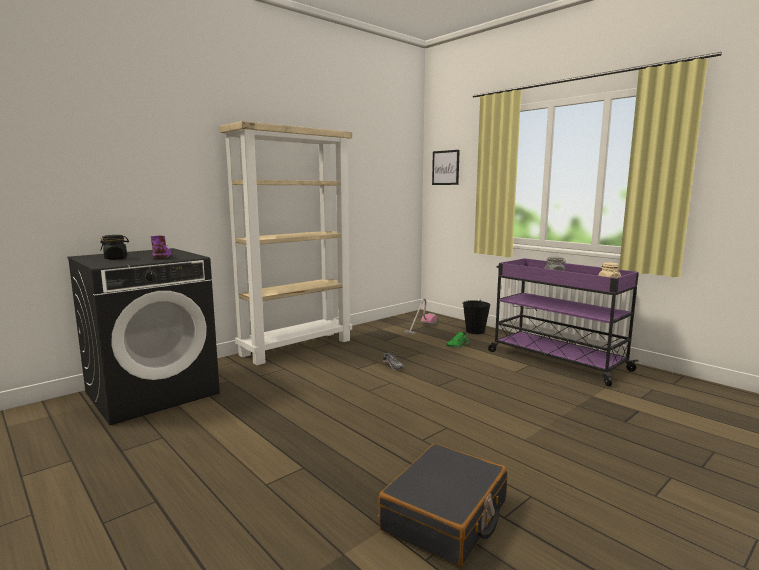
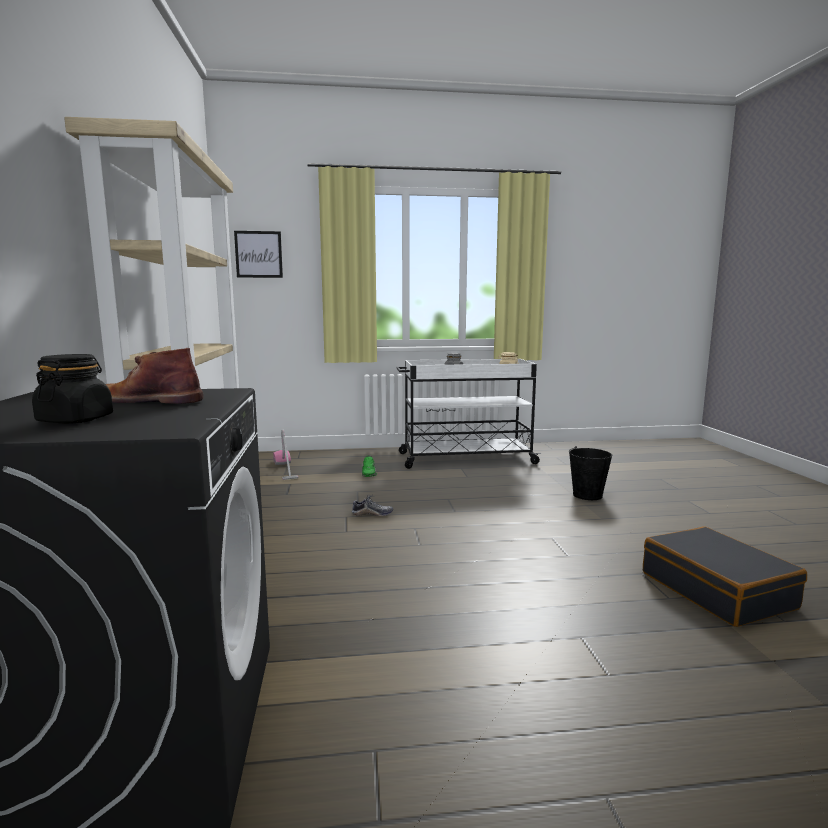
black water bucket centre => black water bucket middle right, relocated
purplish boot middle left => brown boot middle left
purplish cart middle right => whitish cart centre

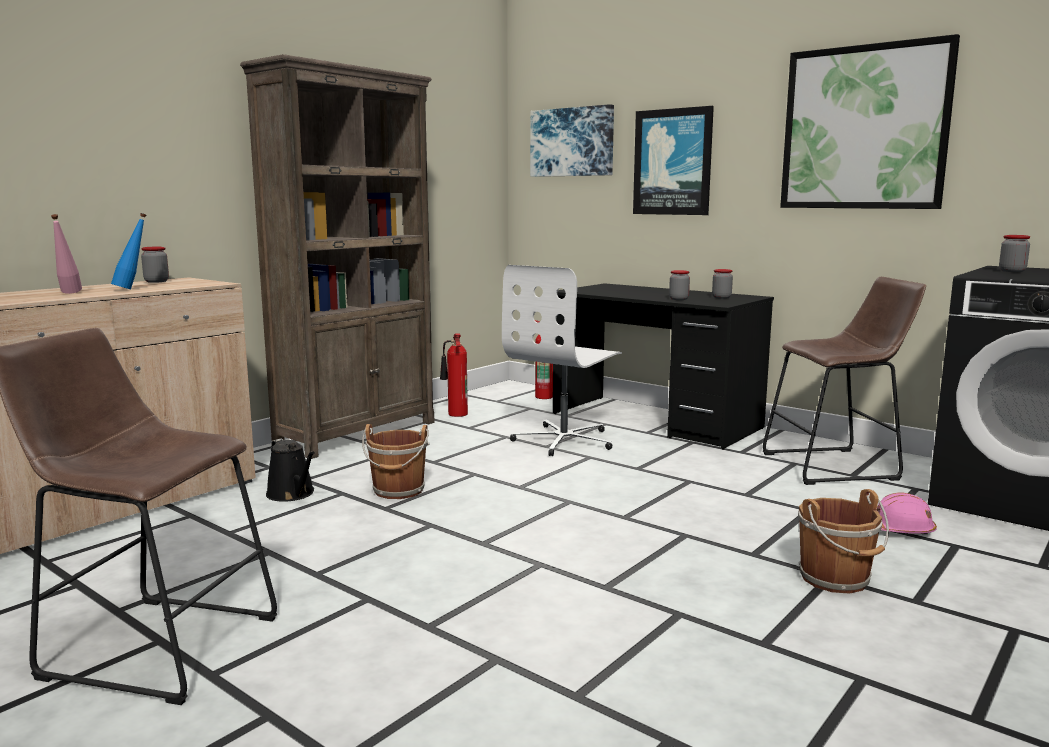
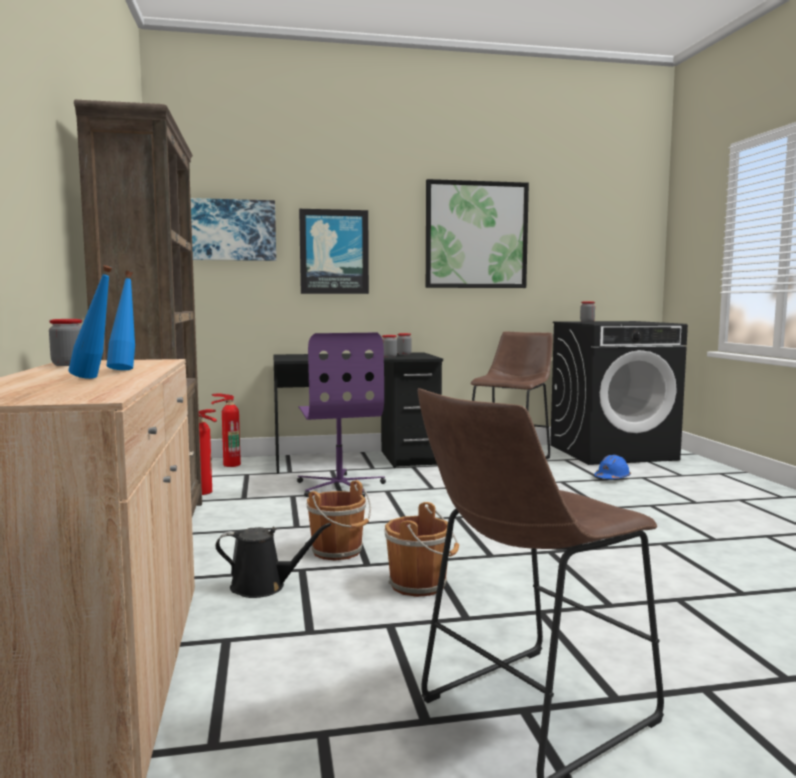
brown water bucket (no. 2 from left) bottom right => brown water bucket (no. 2 from left) bottom centre, relocated
pinkish drink bottle middle left => blue-coloured drink bottle (no. 1 from left) middle left
whitish office chair centre => purplish office chair centre
pinkish safety helmet bottom right => blue-coloured safety helmet middle right

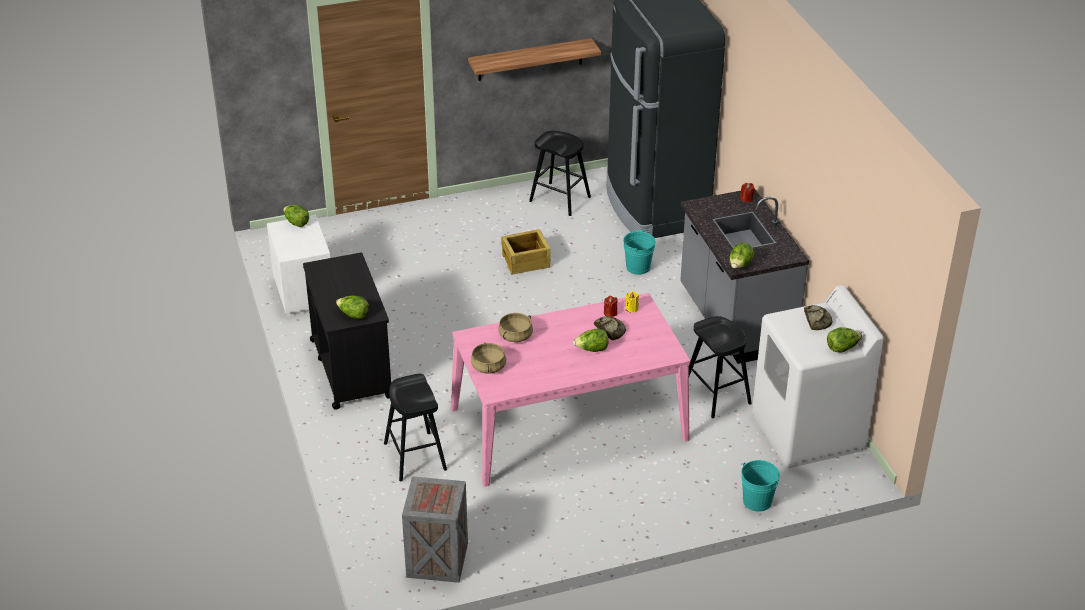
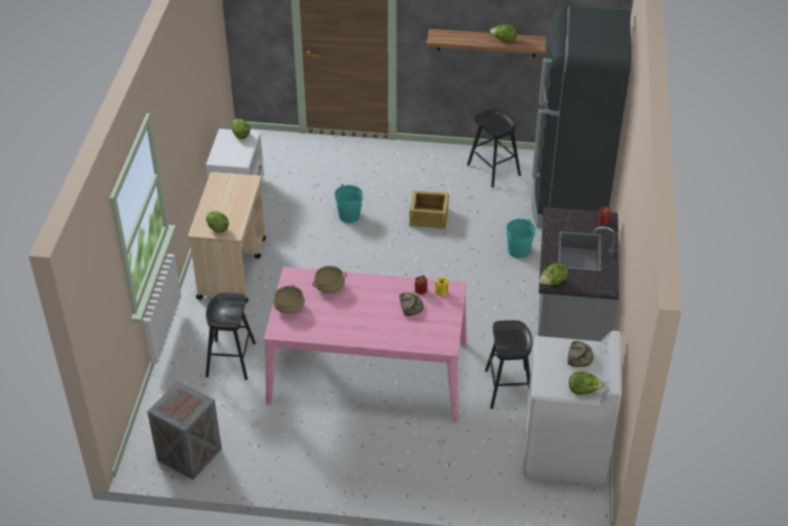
lettuce head (no. 3 from left) centre => lettuce head (no. 3 from left) top centre, relocated
turquoise water bucket (no. 2 from left in the first image) bottom right => turquoise water bucket (no. 1 from left) centre, relocated
black cart middle left => beige cart middle left

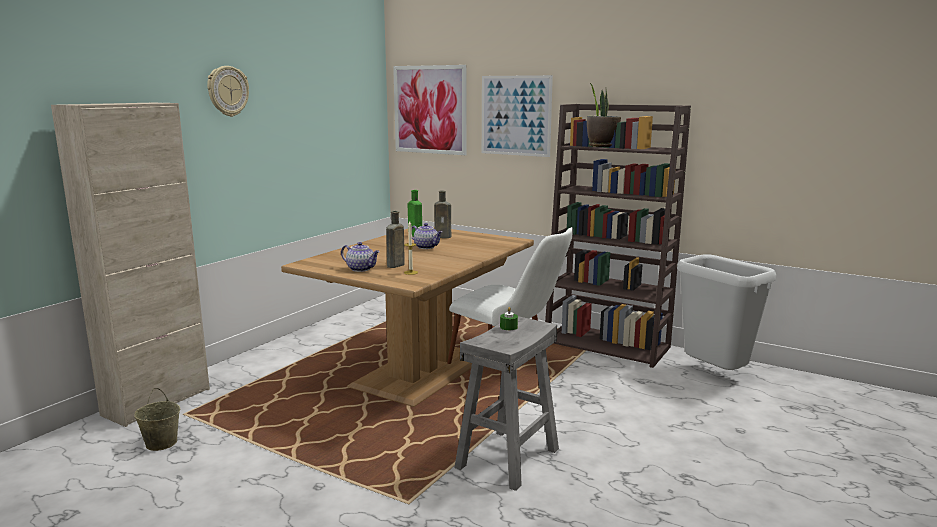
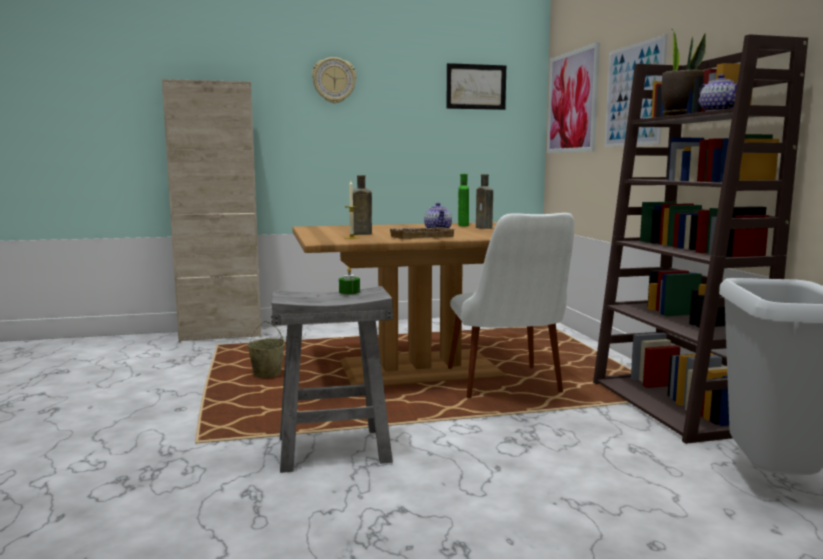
nothing => beige carrying tray centre
nothing => wall picture (no. 1 from left) top centre
beige water bucket bottom left => beige water bucket middle left, relocated
tea pot (no. 1 from left in the first image) centre => tea pot (no. 2 from left) top right, relocated

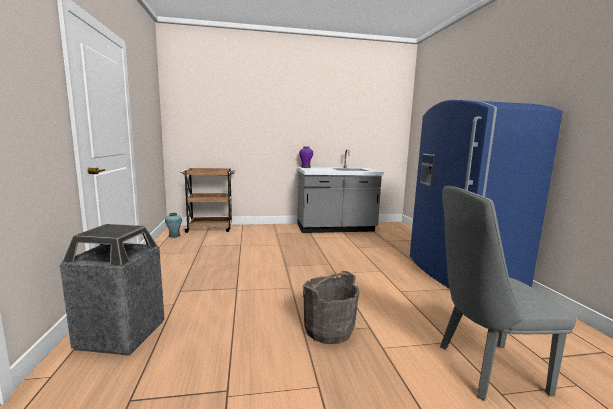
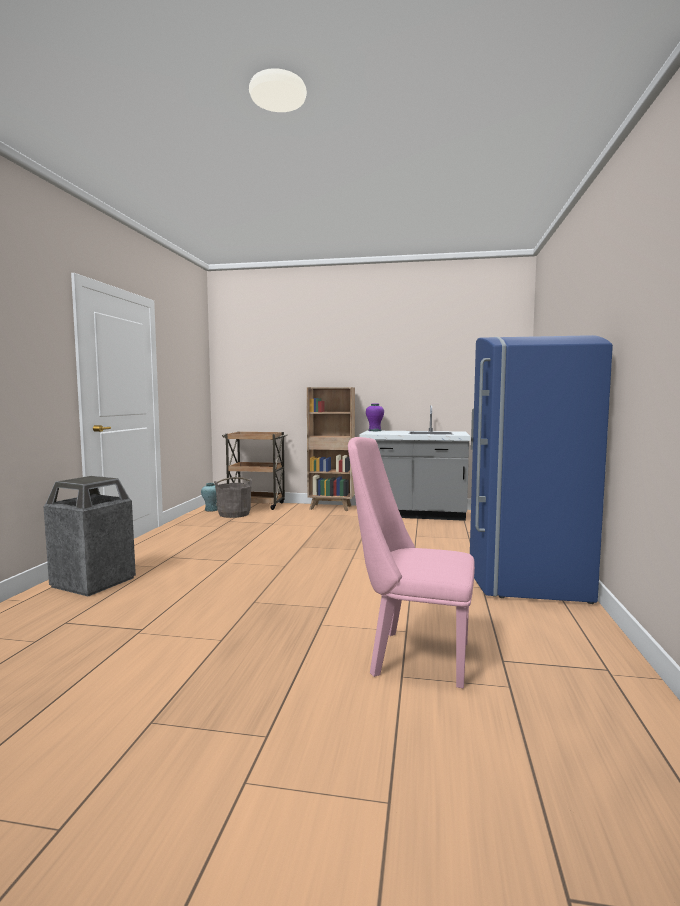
nothing => brown bookshelf centre
greyish water bucket bottom centre => greyish water bucket centre, relocated
greyish upright chair bottom right => pinkish upright chair centre

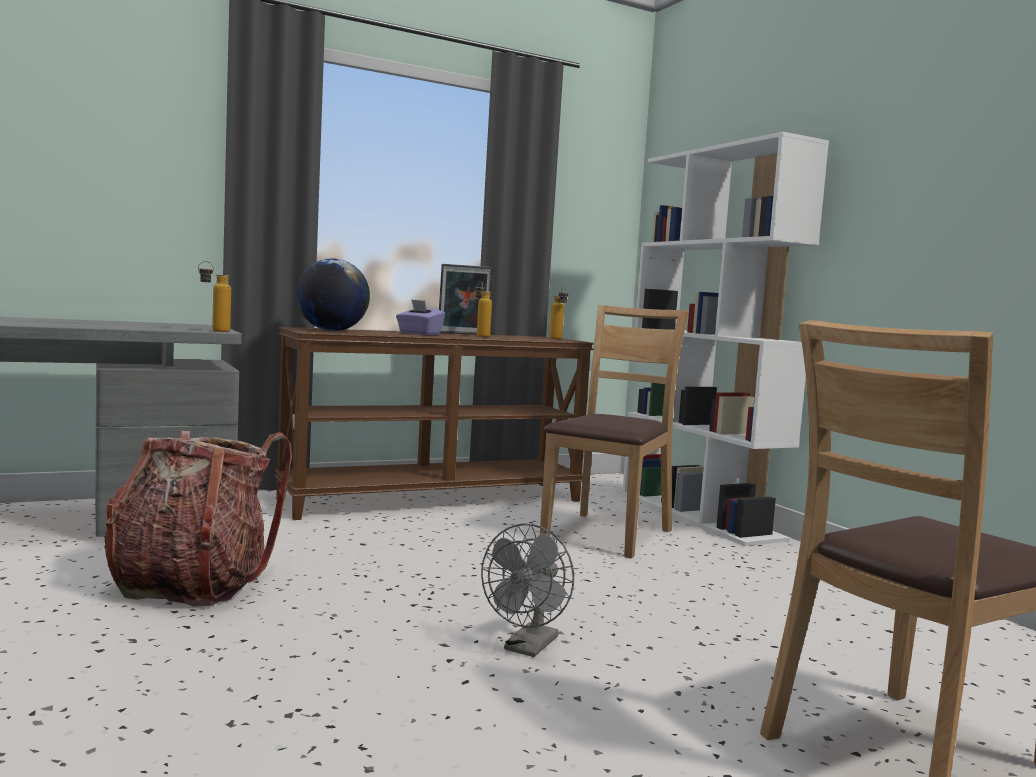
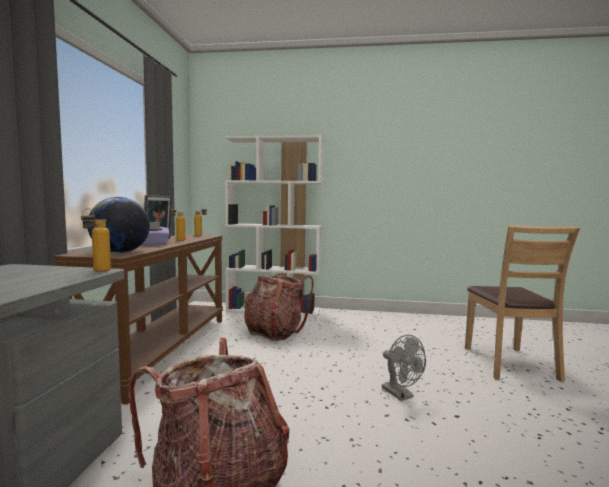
brown upright chair (no. 1 from left) centre => backpack (no. 2 from left) centre

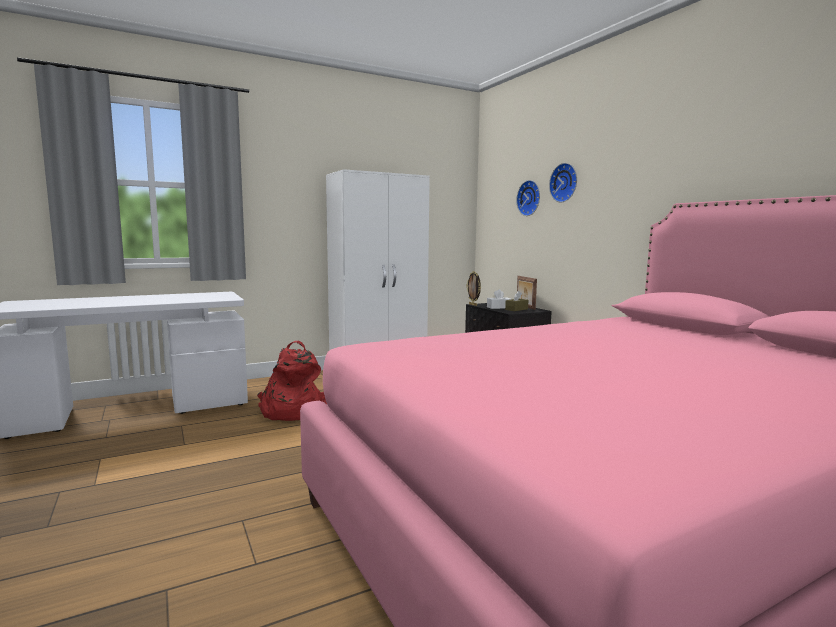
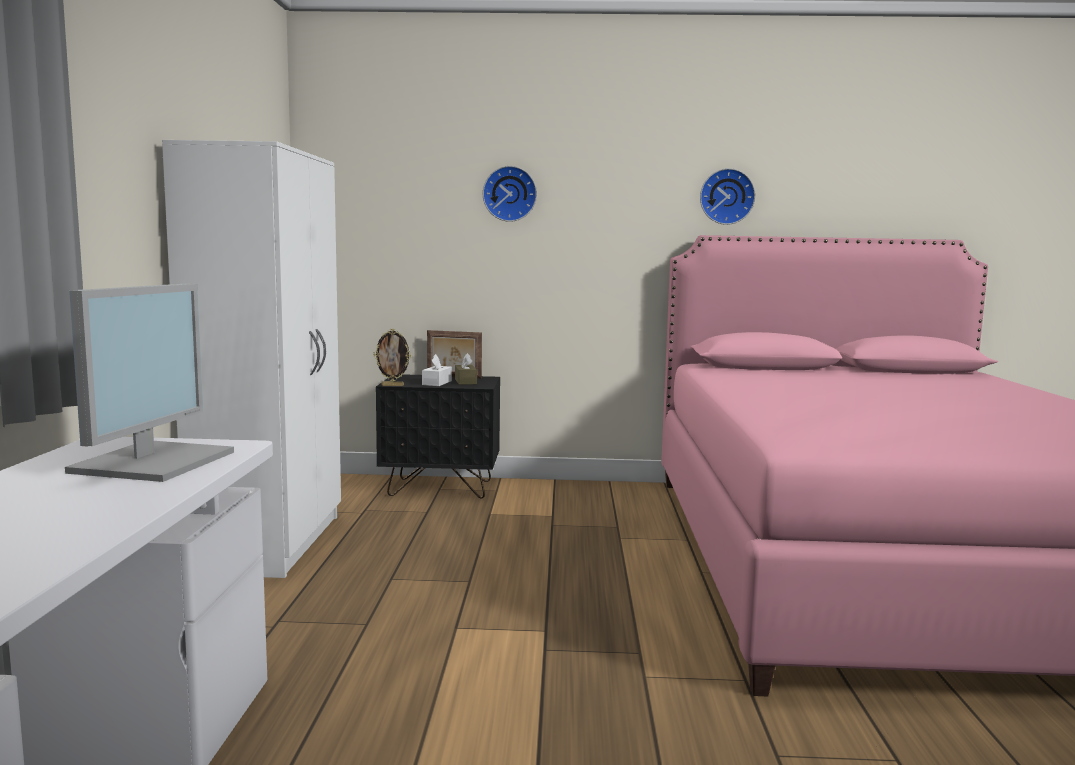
red backpack centre => nothing
nothing => monitor middle left
wall clock (no. 1 from left in the first image) top centre => wall clock (no. 2 from left) top right, relocated

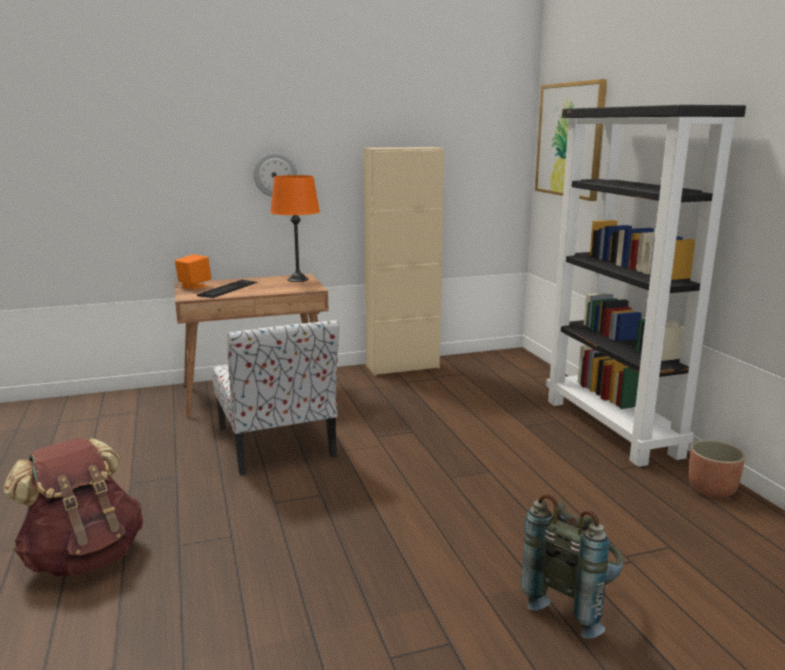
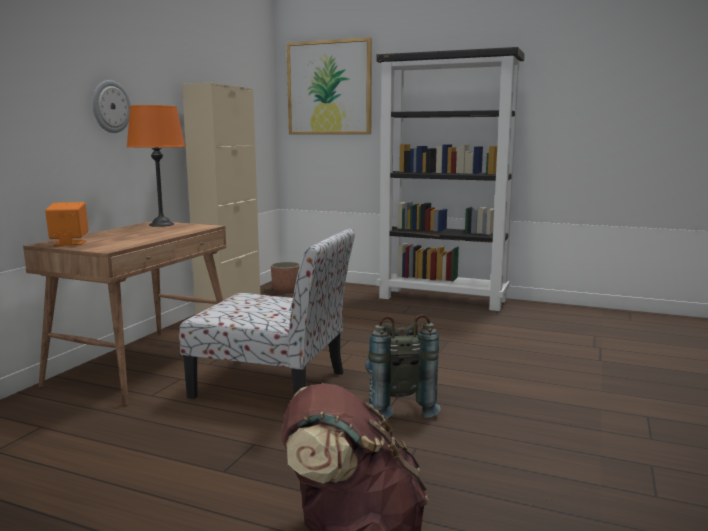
computer keyboard middle left => nothing
greyish backpack bottom right => greyish backpack bottom centre, relocated
flower pot bottom right => flower pot centre, relocated

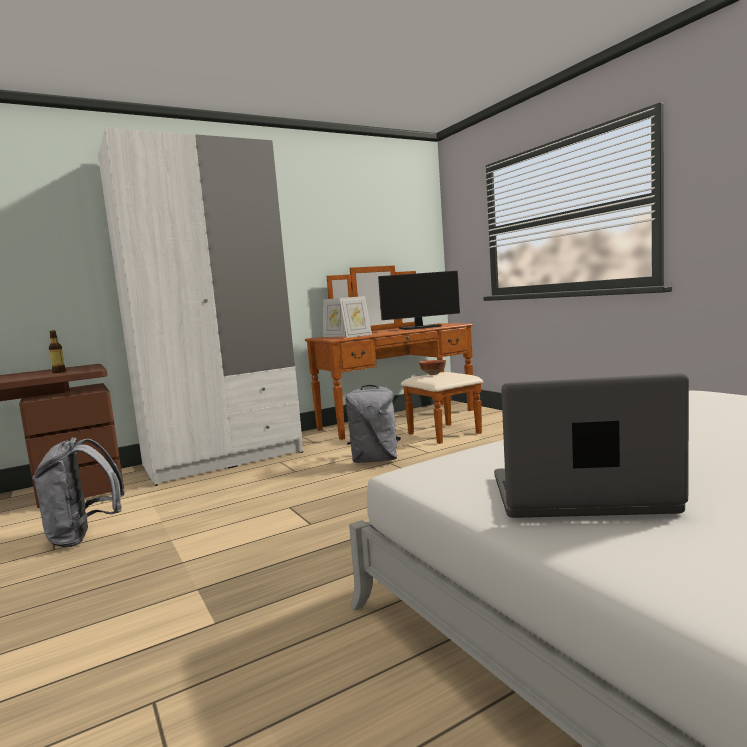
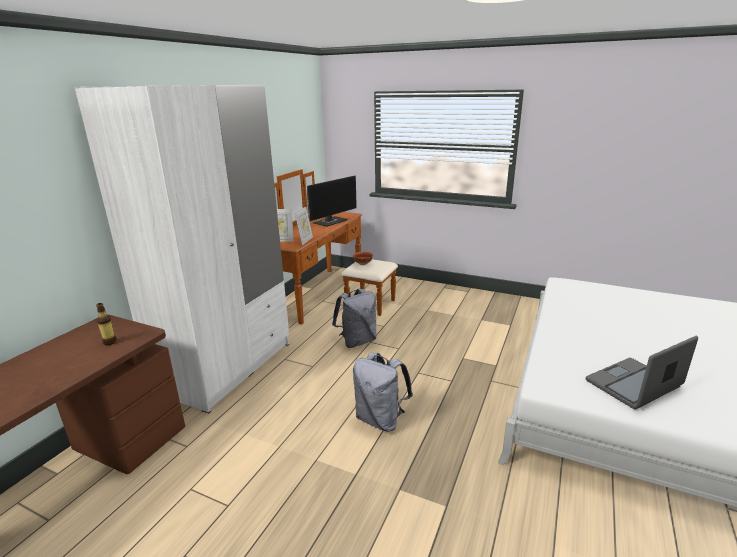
greyish backpack (no. 1 from left in the first image) middle left => greyish backpack (no. 2 from left) bottom centre, relocated

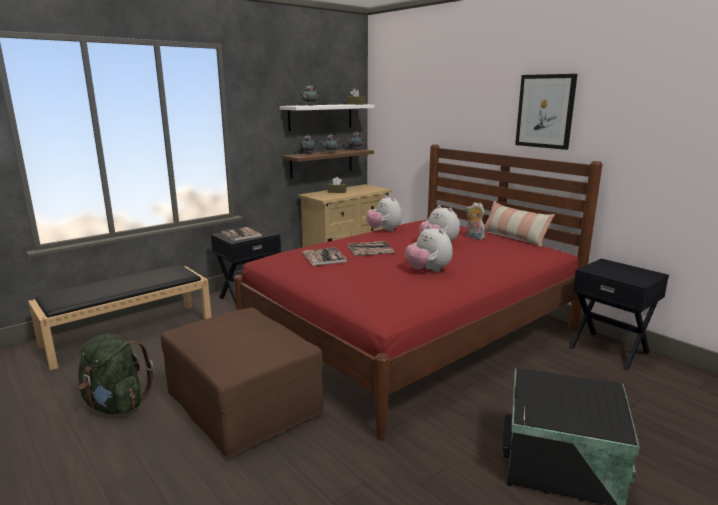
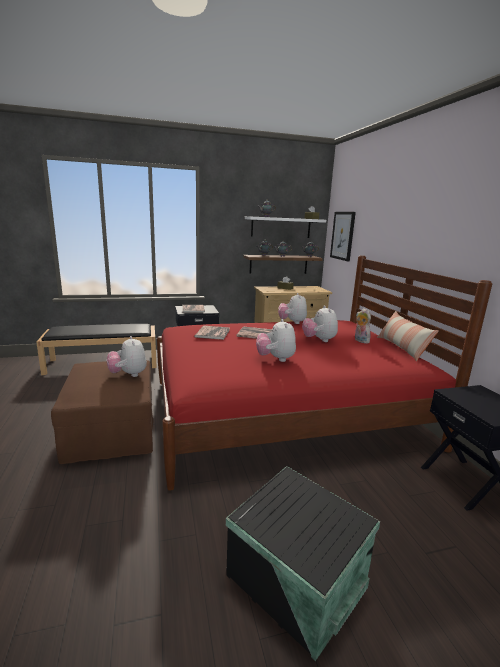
greenish backpack bottom left => nothing
nothing => soft toy (no. 1 from left) middle left
wall picture top right => wall picture middle right, relocated

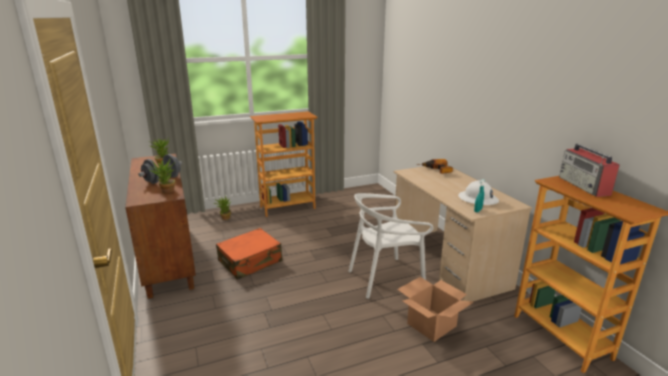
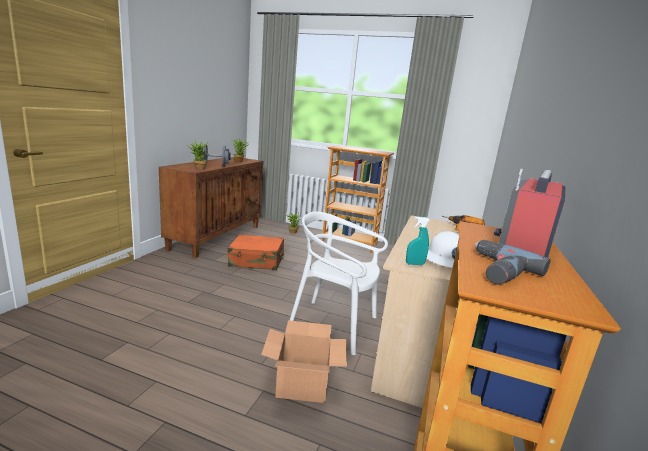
nothing => electric drill (no. 2 from left) middle right

